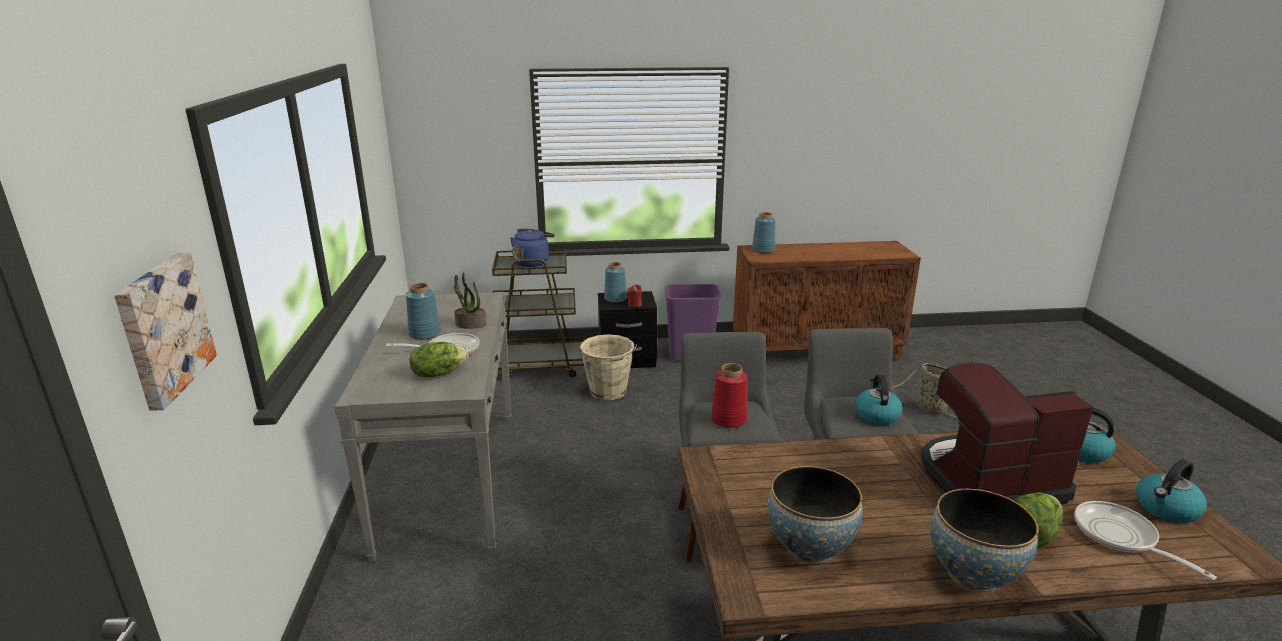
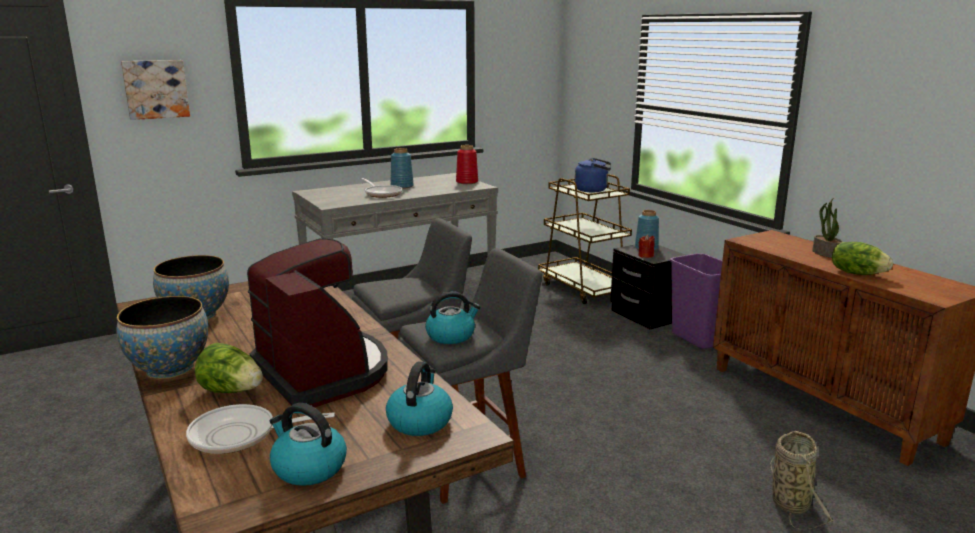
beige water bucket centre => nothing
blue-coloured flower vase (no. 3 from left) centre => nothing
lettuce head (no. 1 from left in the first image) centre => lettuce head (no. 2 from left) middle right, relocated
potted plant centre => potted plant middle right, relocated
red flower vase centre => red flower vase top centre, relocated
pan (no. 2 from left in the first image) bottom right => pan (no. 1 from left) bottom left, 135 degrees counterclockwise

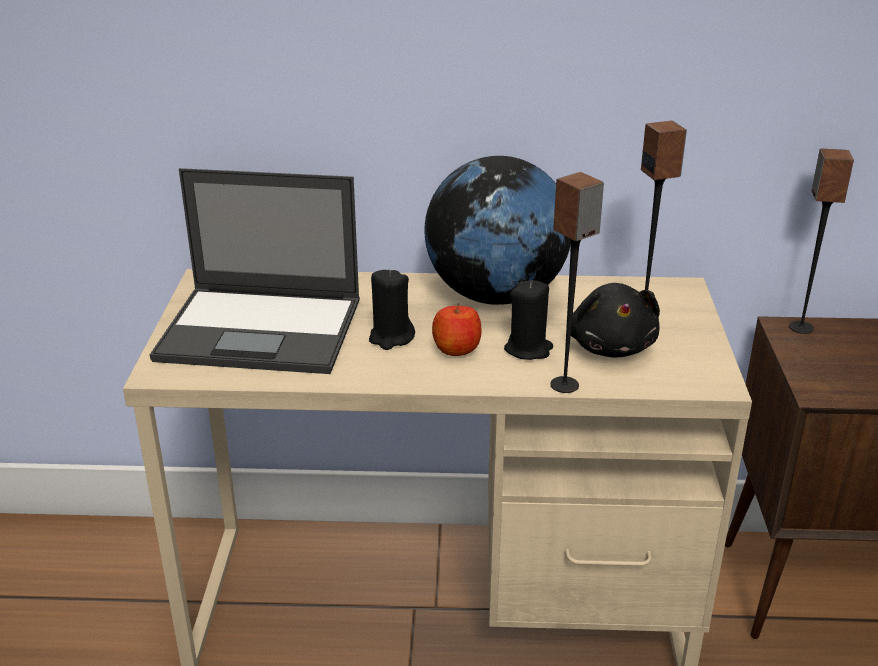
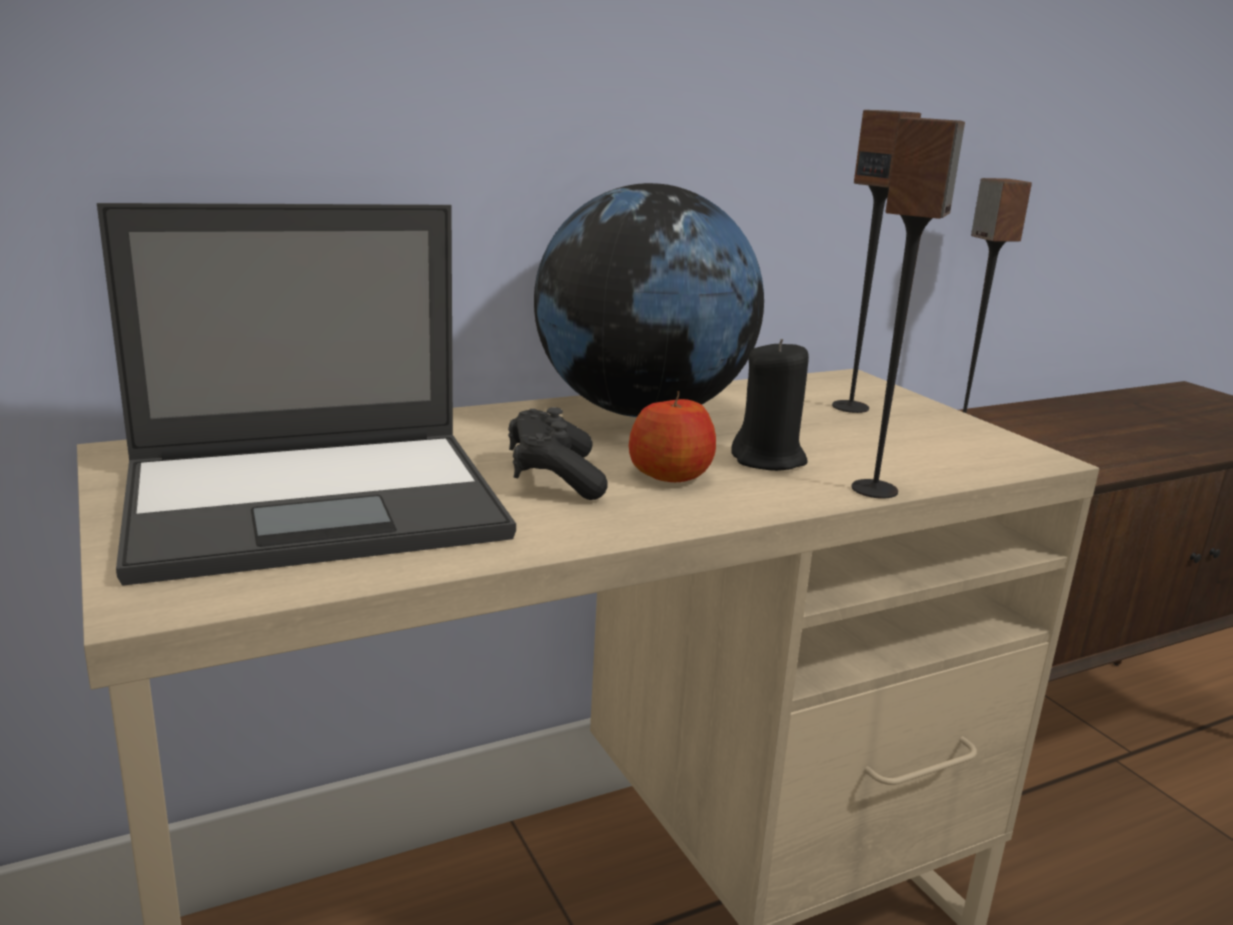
black soft toy middle right => nothing
black wax light (no. 1 from left) centre => black game controller centre

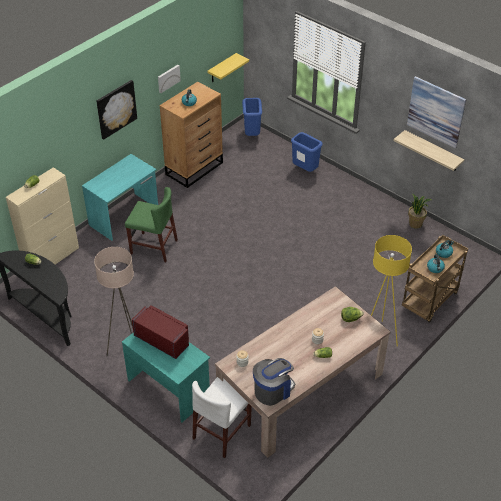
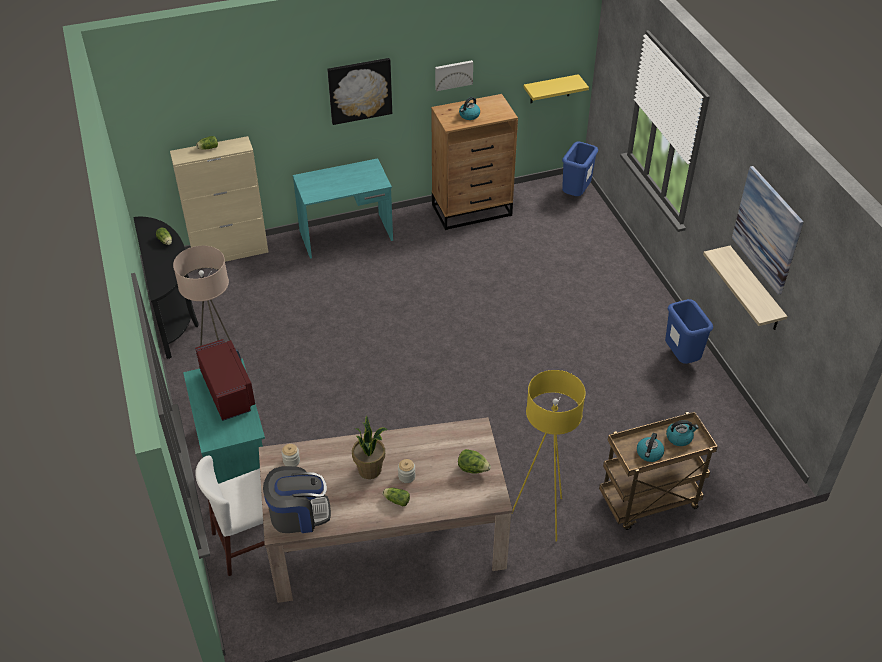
greenish upright chair middle left => nothing
blue-coloured rubbish bin (no. 2 from left) top centre => blue-coloured rubbish bin (no. 2 from left) middle right, relocated
potted plant middle right => potted plant bottom centre, relocated

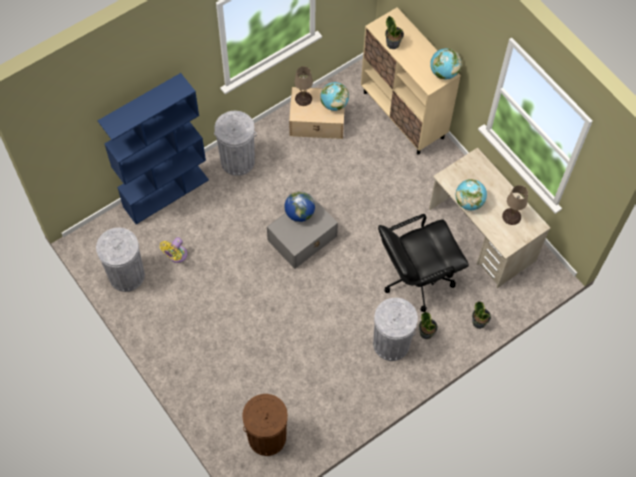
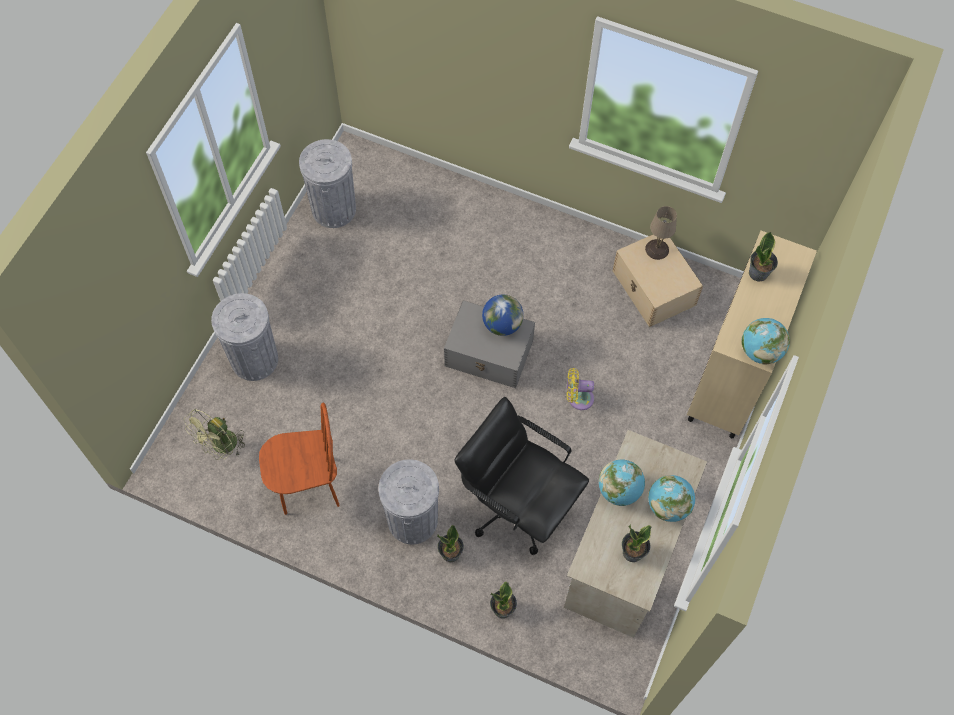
blue-coloured bookshelf top left => nothing
nothing => brown upright chair middle left
yellow-coloured cooling fan middle left => yellow-coloured cooling fan centre, relocated
greyish rubbish bin (no. 2 from left in the first image) top centre => greyish rubbish bin (no. 1 from left) middle left, relocated
world globe (no. 2 from left in the first image) top centre => world globe (no. 3 from left) bottom right, relocated
brown rubbish bin bottom centre => greenish cooling fan middle left
beige lamp for a table (no. 2 from left) middle right => potted plant (no. 3 from left) bottom right

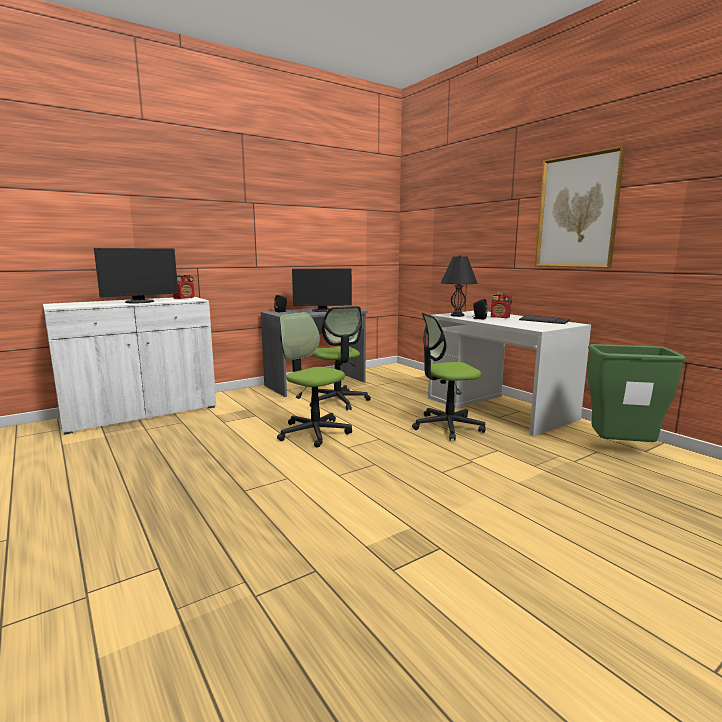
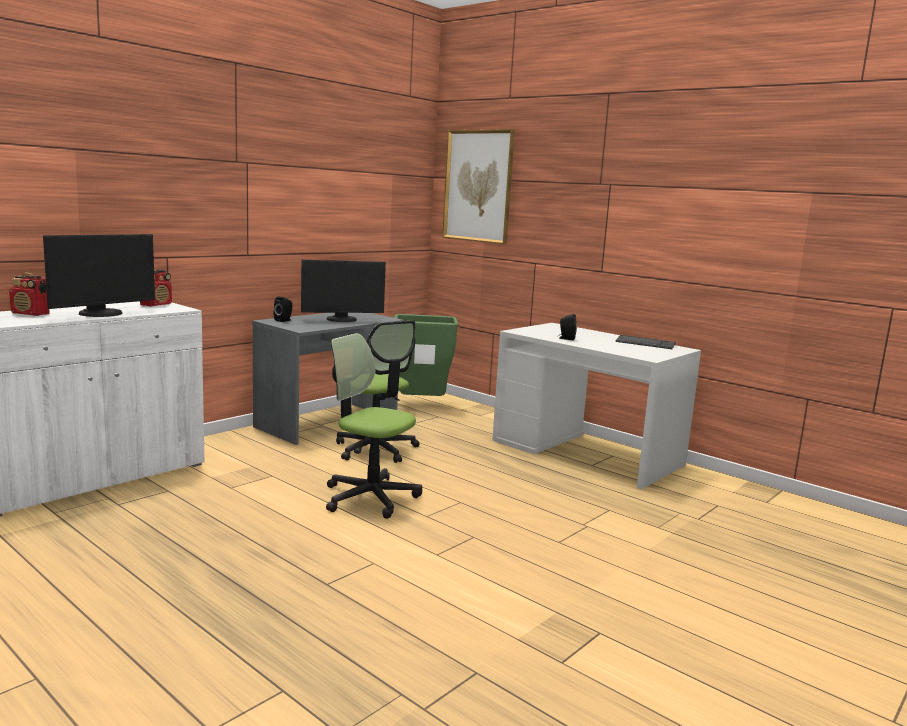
office chair (no. 3 from left) centre => nothing
black lamp for a table centre => nothing
radio receiver (no. 2 from left in the first image) middle right => radio receiver (no. 1 from left) middle left, relocated
wall picture top right => wall picture top centre, relocated
greenish rubbish bin middle right => greenish rubbish bin centre, relocated

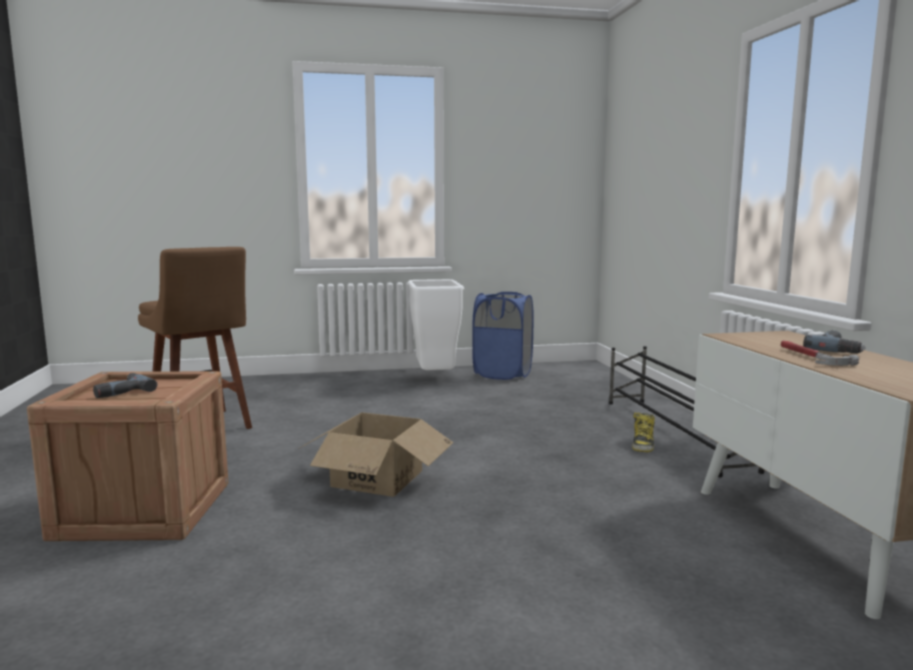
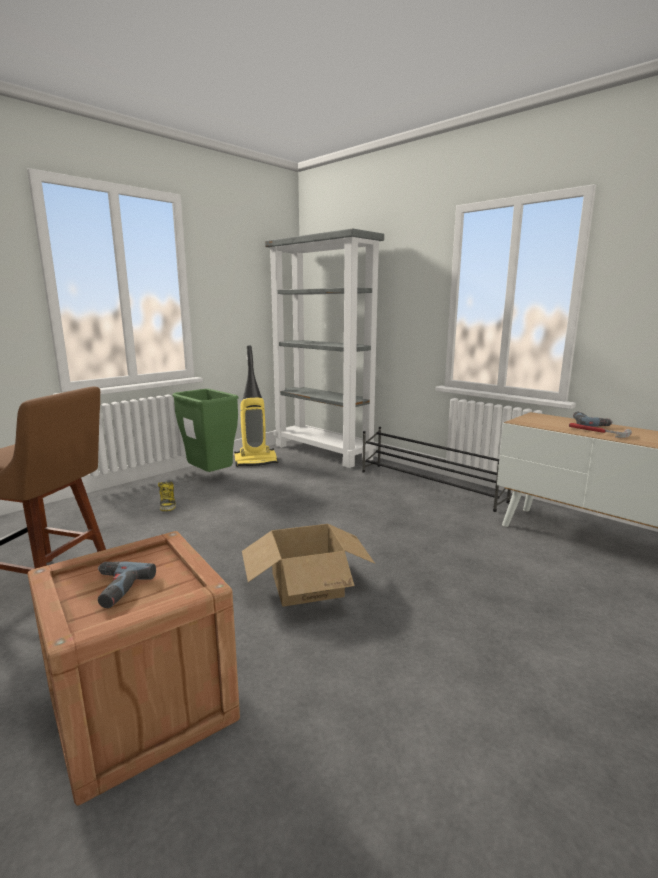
nothing => greyish bookshelf centre
boot middle right => boot middle left, relocated
blue-coloured hamper centre => vacuum centre
whitish rubbish bin centre => greenish rubbish bin middle left

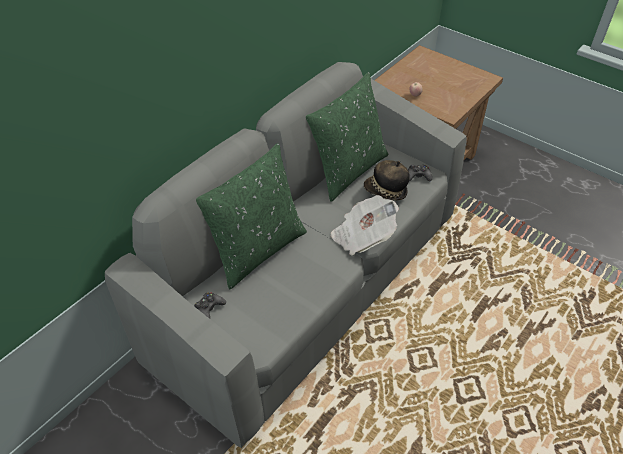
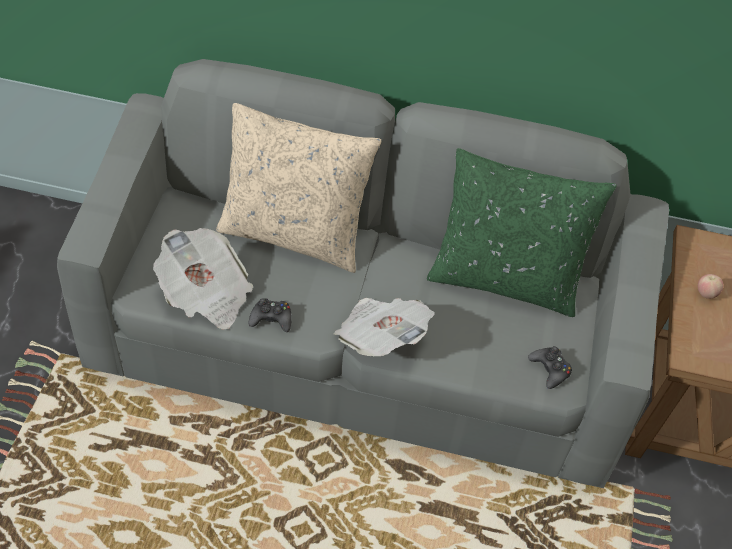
hat centre => nothing
nothing => daily paper (no. 1 from left) middle left
black game controller (no. 1 from left) bottom centre => black game controller (no. 1 from left) centre, relocated
greenish cushion (no. 1 from left) centre => beige cushion centre

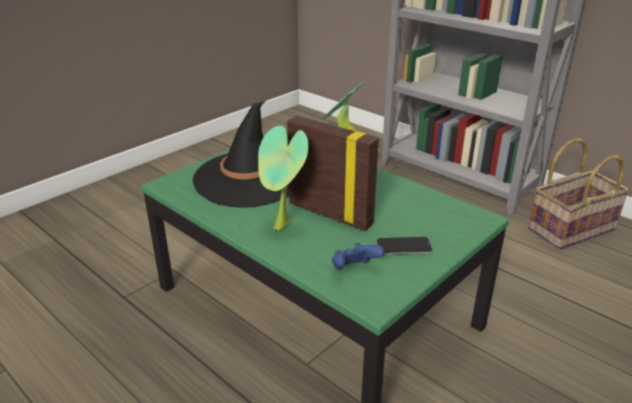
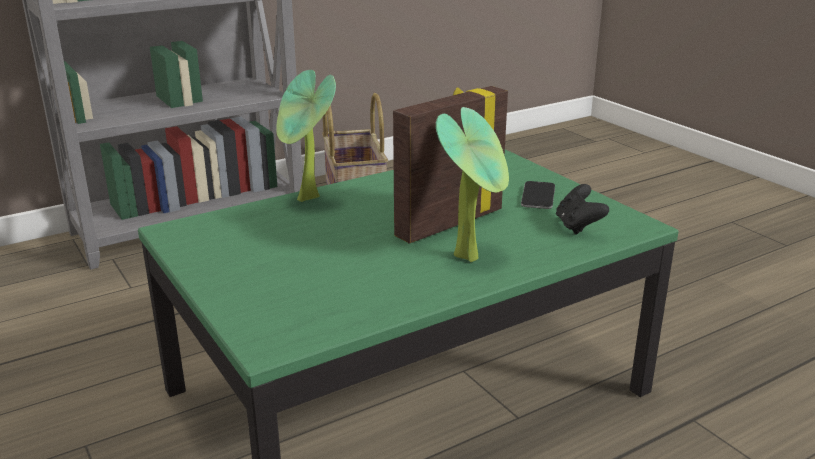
black hat centre => nothing
blue-coloured game controller centre => black game controller middle right

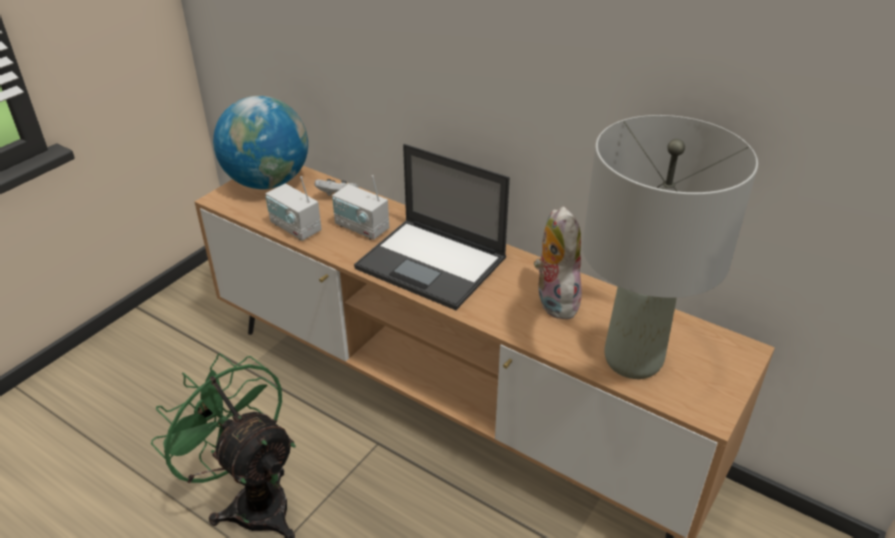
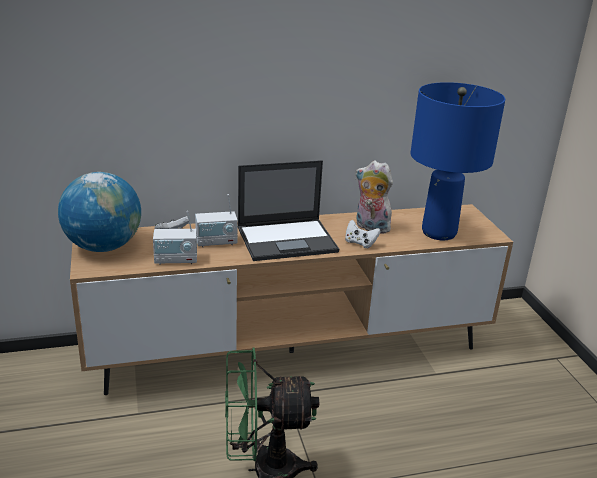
nothing => whitish game controller (no. 2 from left) centre
greyish lamp for a table middle right => blue-coloured lamp for a table middle right

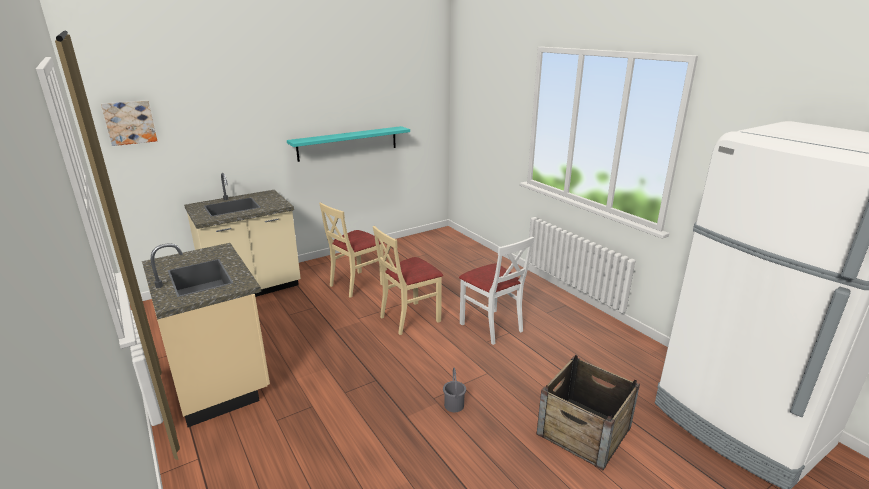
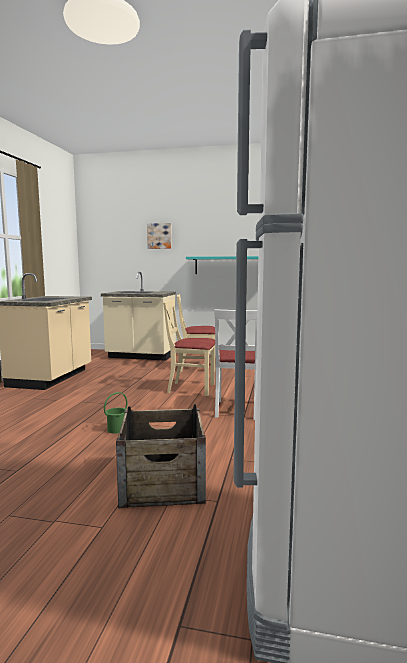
wall picture top left => wall picture centre, relocated
greyish water bucket bottom centre => greenish water bucket middle left

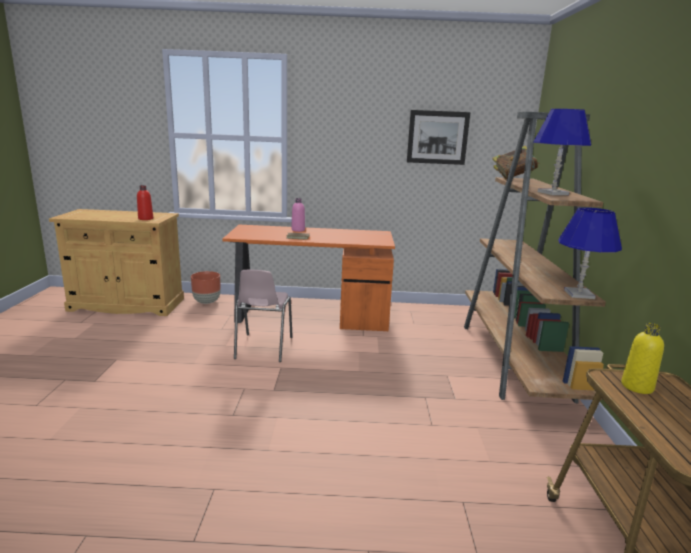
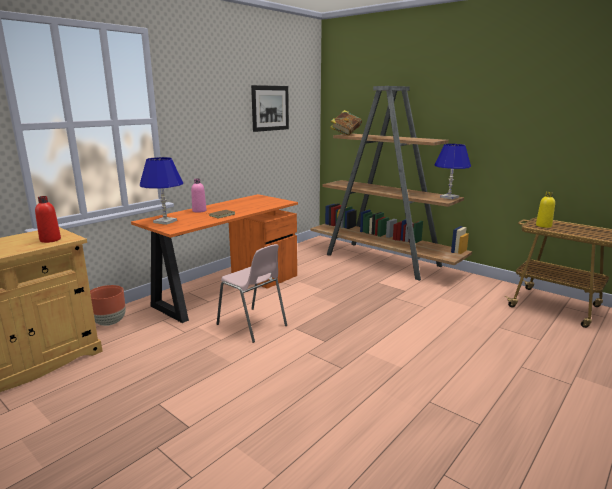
blue-coloured lamp for a table (no. 1 from left) top right => blue-coloured lamp for a table (no. 1 from left) middle left, relocated

